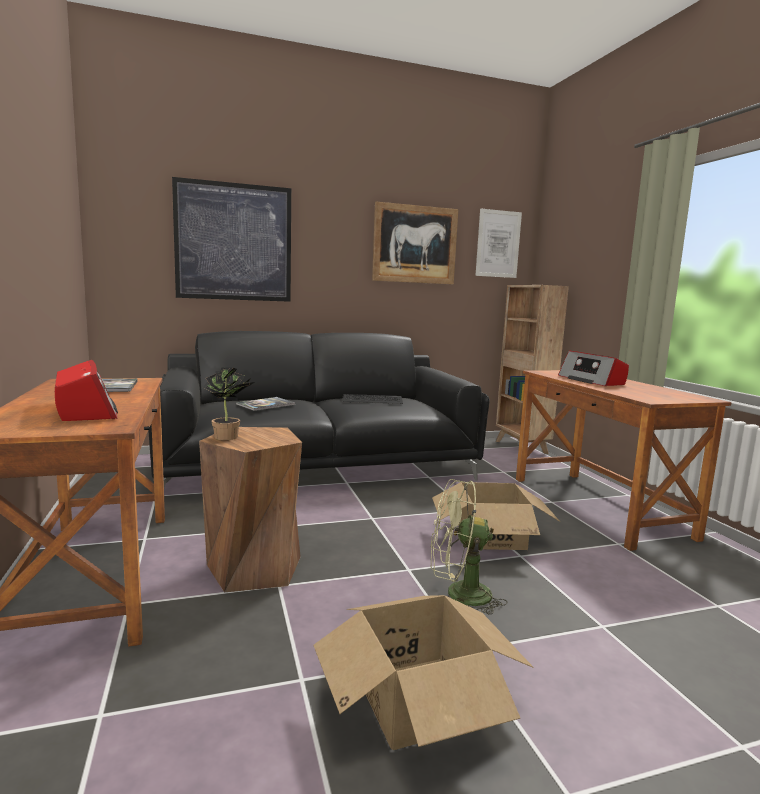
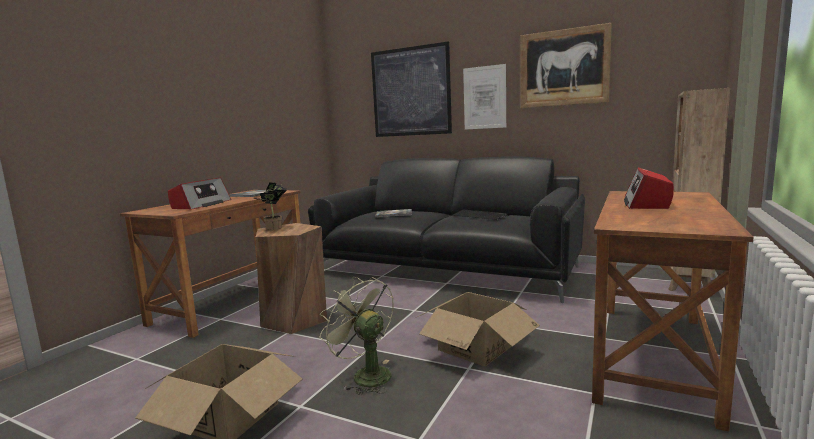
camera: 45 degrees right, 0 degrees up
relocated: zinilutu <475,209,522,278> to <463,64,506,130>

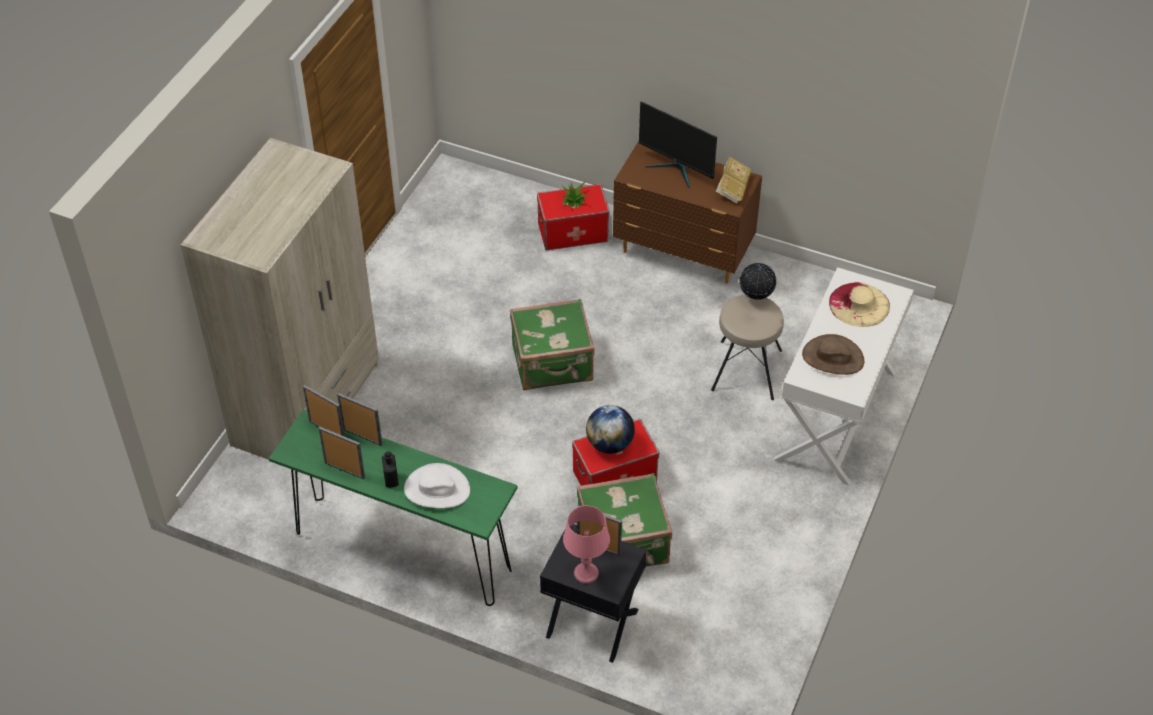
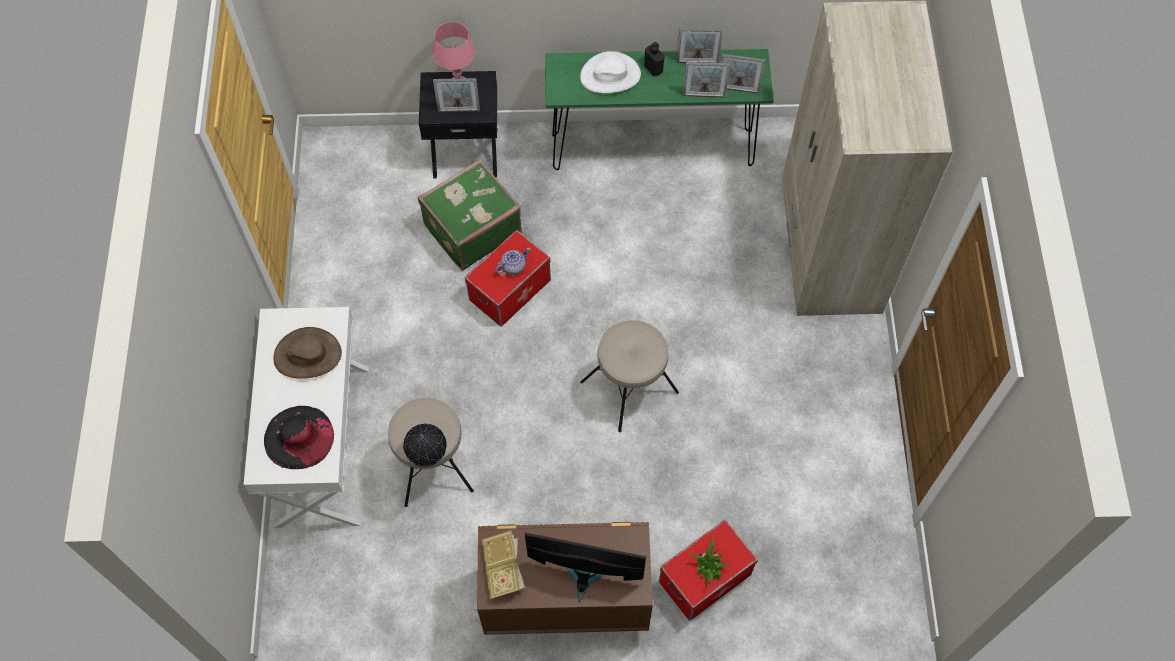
camera: 155 degrees right, 15 degrees up
exchanged: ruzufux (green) <510,299,595,390> to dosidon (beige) <580,320,679,432>; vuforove <586,405,635,454> to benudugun <495,248,530,275>
colour: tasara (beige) <829,282,890,327> to tasara (black) <264,406,334,469>

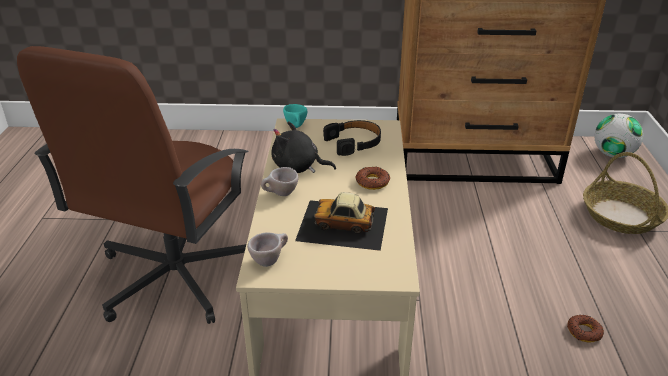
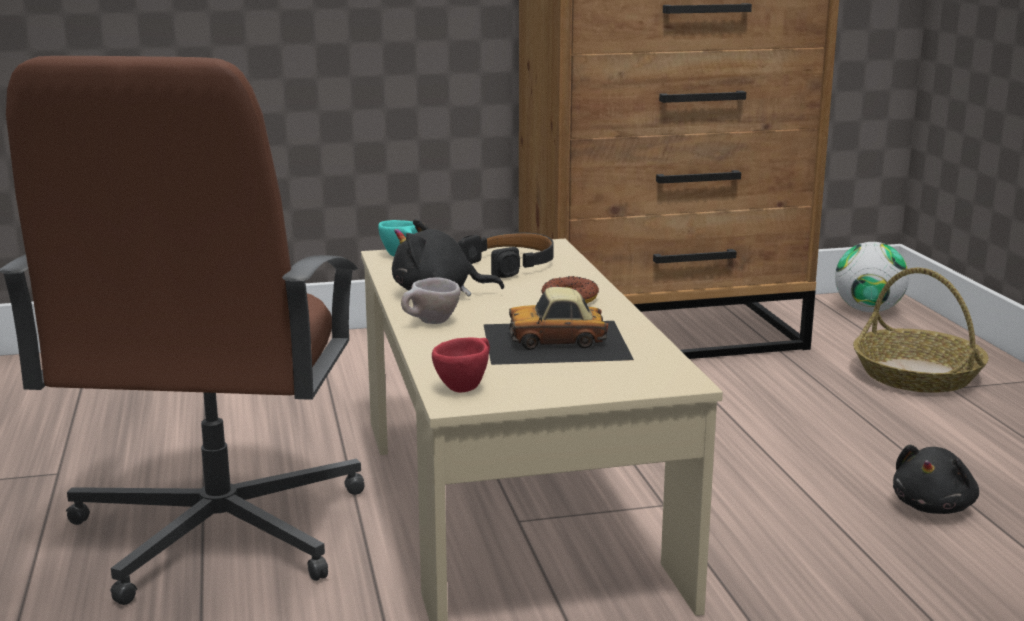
camera: 15 degrees left, 15 degrees down
exchanged: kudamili <567,315,604,342> to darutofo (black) <893,445,979,514>
colour: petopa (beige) <247,232,288,267> to petopa (red) <432,338,490,392>

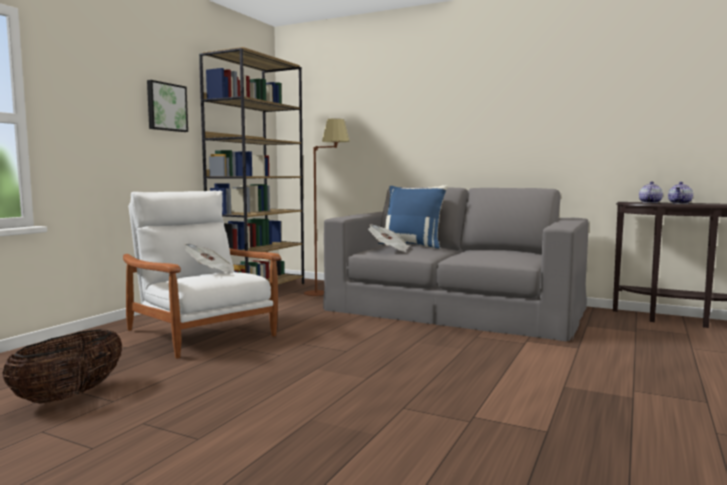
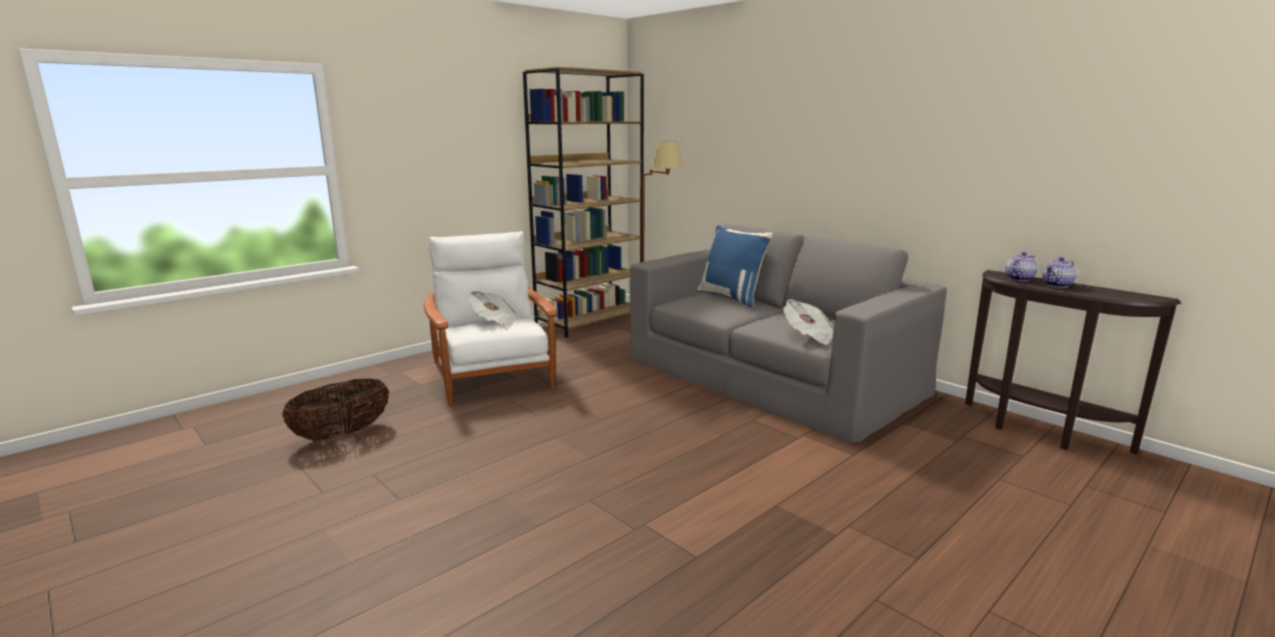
camera: 20 degrees right, 10 degrees up
missing: zinilutu <147,80,188,132>
relocated: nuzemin <368,224,409,252> to <783,300,834,345>

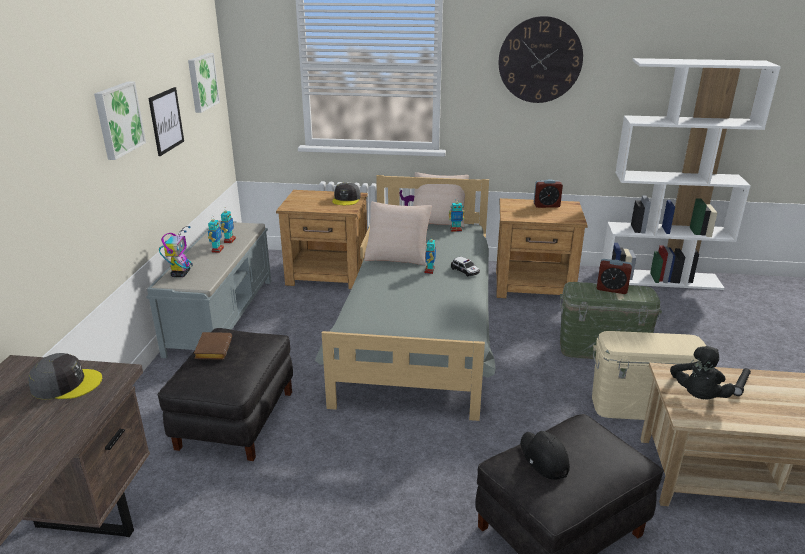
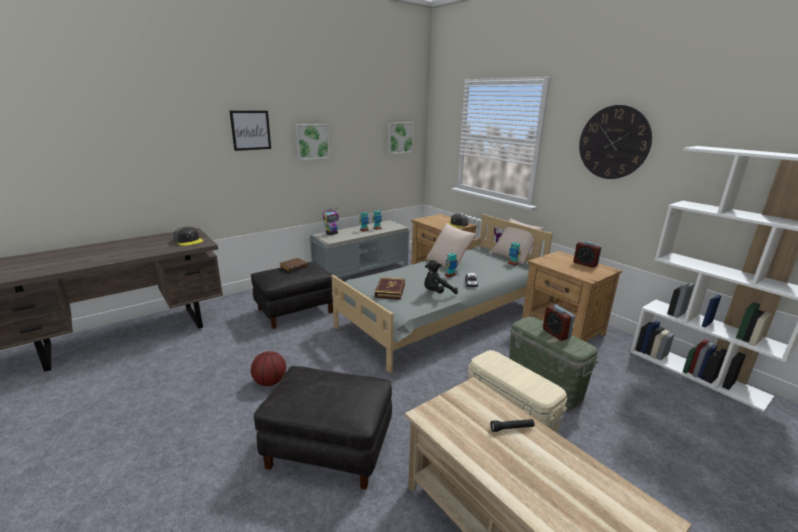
camera: 45 degrees right, 5 degrees down
missing: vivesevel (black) <520,431,570,480>
appeared: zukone <251,351,286,386>; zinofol <375,277,405,300>
relocated: zinilutu <148,87,184,156> to <230,111,271,151>; darutofo (black) <670,346,735,400> to <424,260,458,294>

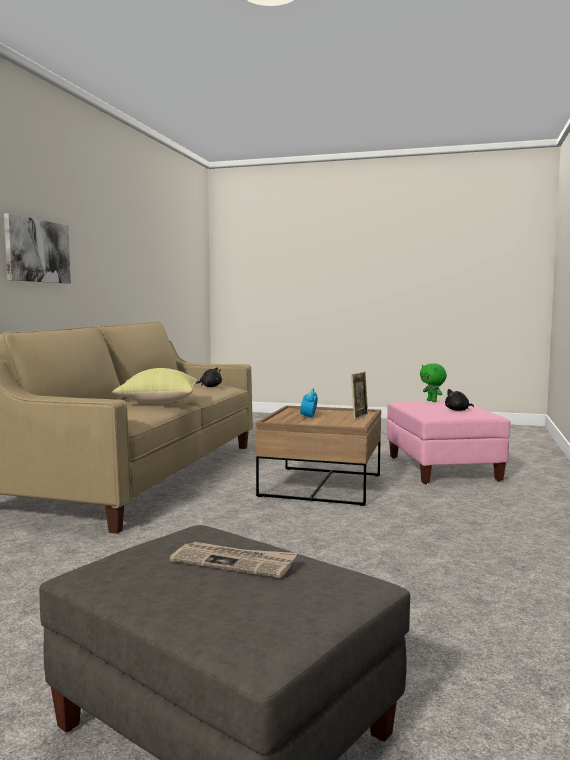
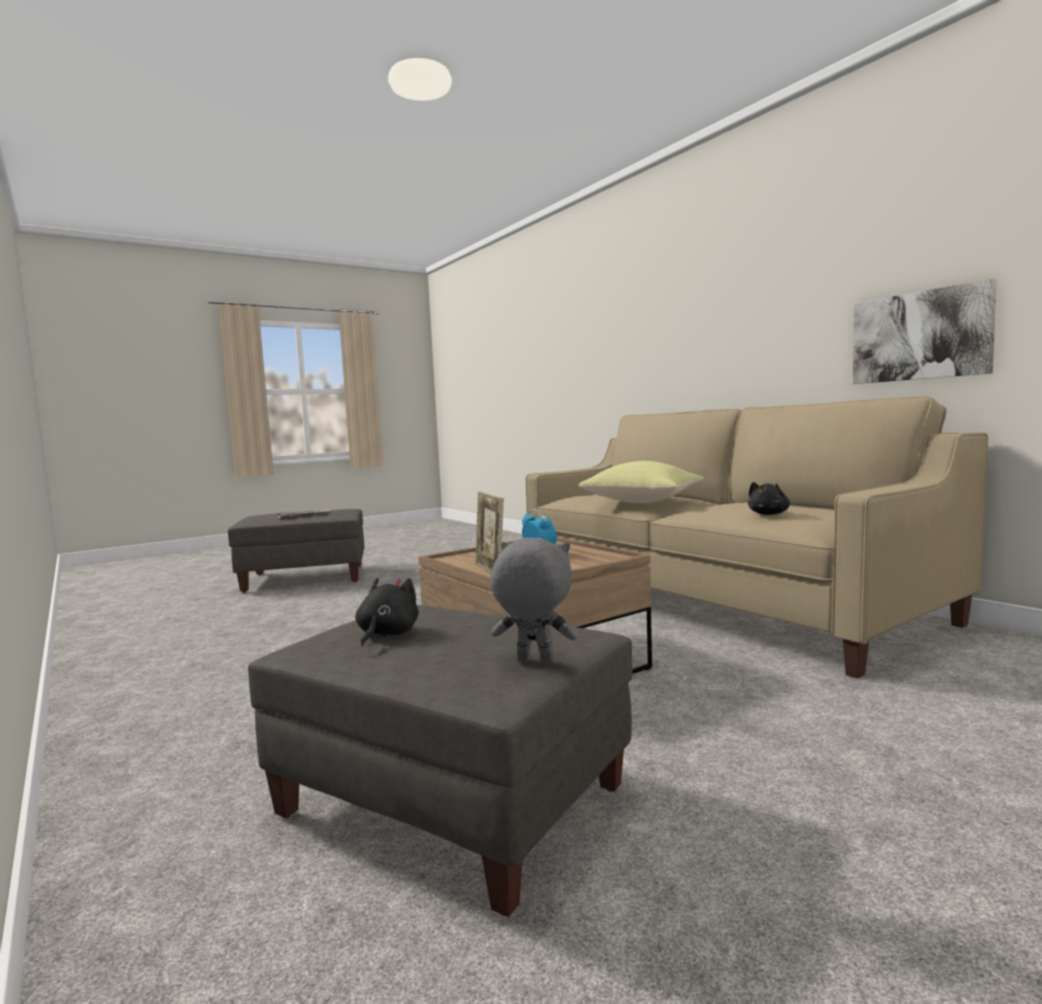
camera: 130 degrees right, 0 degrees up
relocated: zinilutu <4,213,71,284> to <853,278,997,384>
colour: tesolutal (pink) <387,401,510,484> to tesolutal (grey) <248,605,633,917>; darutofo (green) <420,363,447,402> to darutofo (grey) <490,538,578,664>

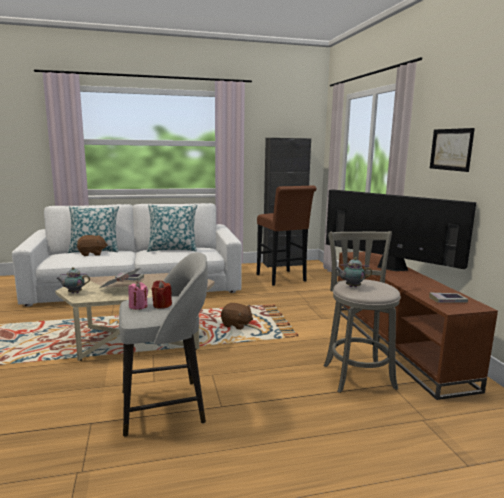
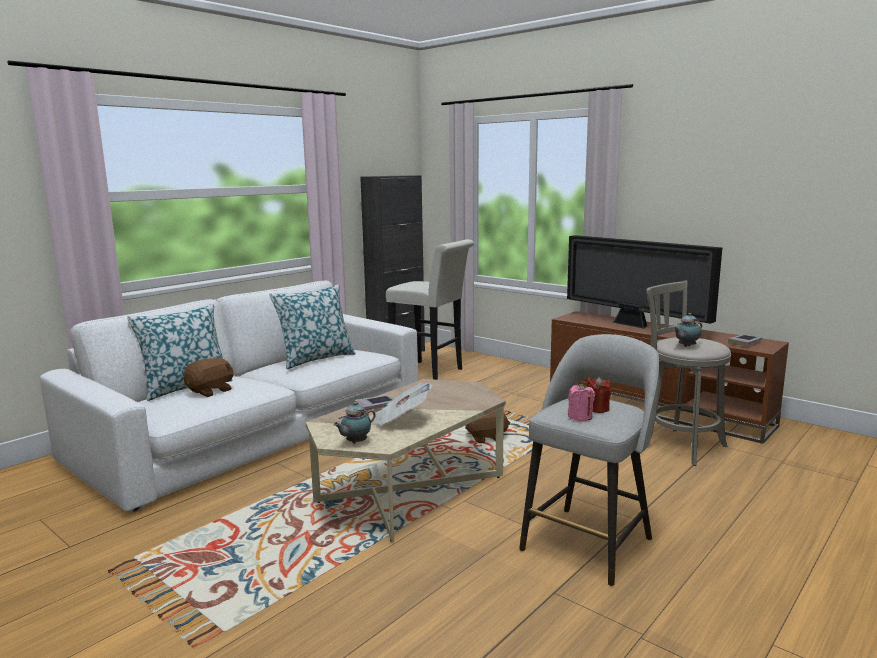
camera: 35 degrees left, 0 degrees up
missing: zinilutu <430,128,475,172>
colour: dosidon (brown) <257,186,317,286> to dosidon (white) <386,239,474,380>
spun: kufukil <326,190,476,271> = <567,235,722,329> 135 degrees counterclockwise

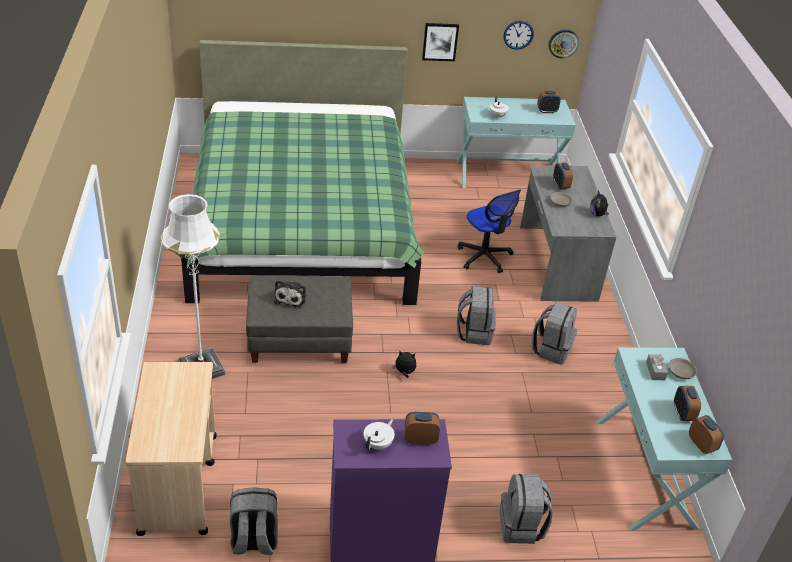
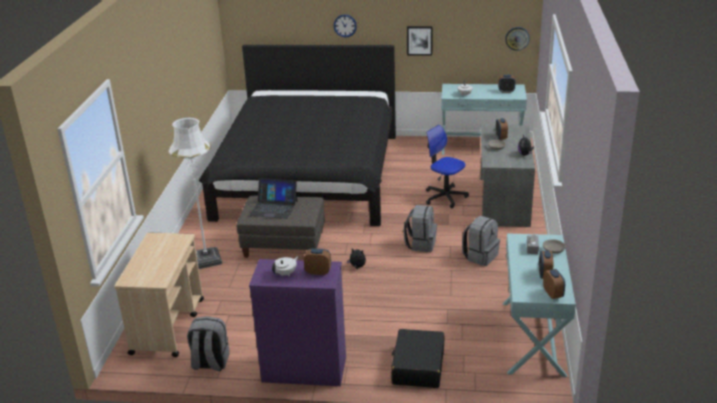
camera: 15 degrees right, 10 degrees down
relocated: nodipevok <503,21,534,50> to <334,14,357,37>
exchanged: darutofo <274,280,306,308> to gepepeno <250,178,297,219>; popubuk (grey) <500,474,553,544> to ruzufux (black) <391,329,444,388>
colour: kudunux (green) <175,40,424,305> to kudunux (black) <199,45,396,226>
spun: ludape <458,190,521,273> = <426,125,469,208> 150 degrees clockwise

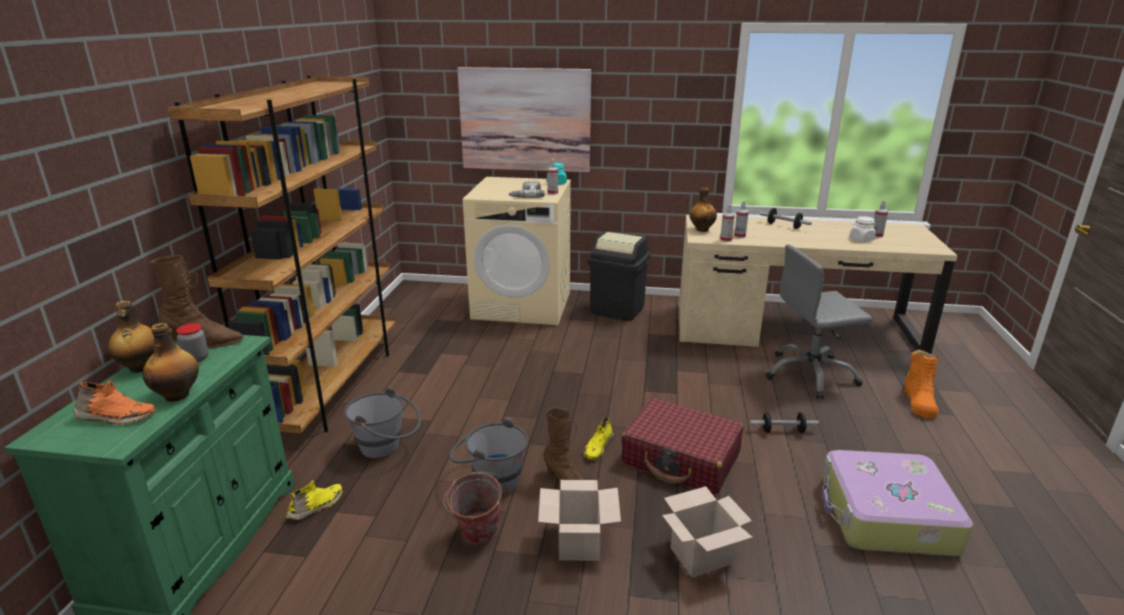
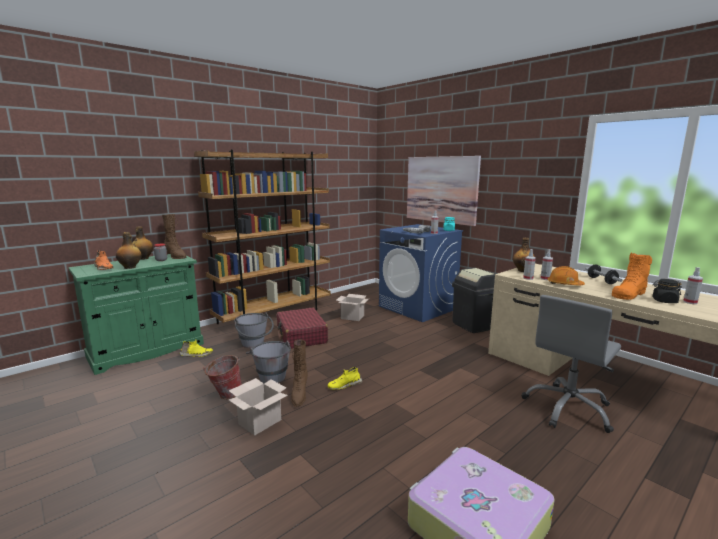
camera: 40 degrees right, 10 degrees down
missing: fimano <750,412,819,433>
appeared: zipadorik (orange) <547,266,585,285>
relocated: ruzufux (red) <621,398,743,495> to <276,308,328,349>; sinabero <662,486,753,577> to <336,294,369,321>; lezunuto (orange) <904,349,939,418> to <612,253,652,300>
colour: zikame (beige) <463,177,571,325> to zikame (blue) <379,224,463,322>; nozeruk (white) <850,216,876,242> to nozeruk (black) <652,279,682,303>
spun: ludape (grey) <765,244,872,399> = <522,295,621,433> 75 degrees counterclockwise

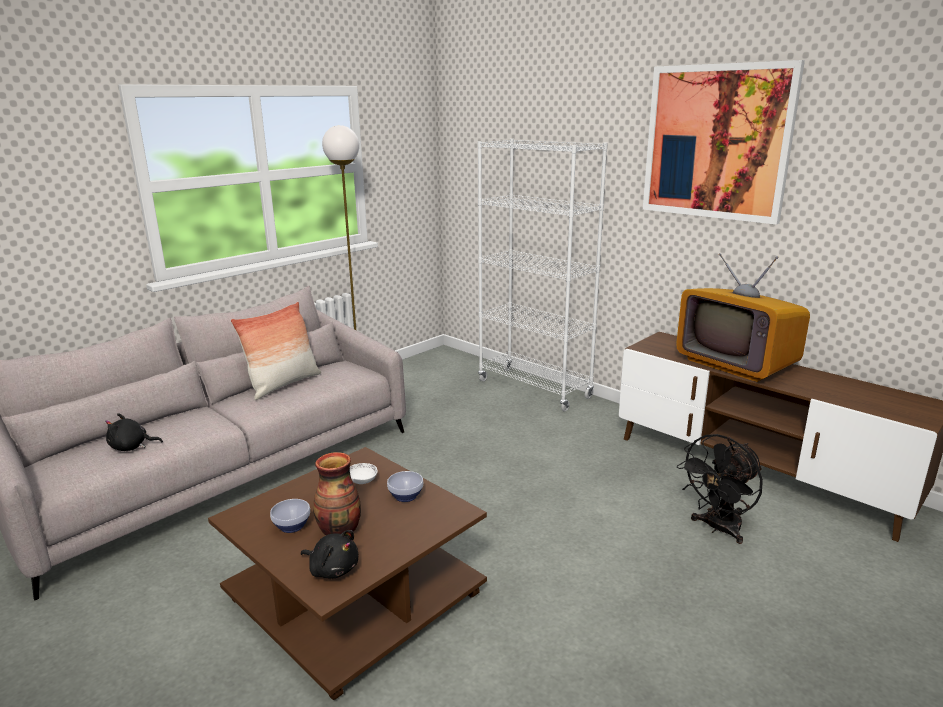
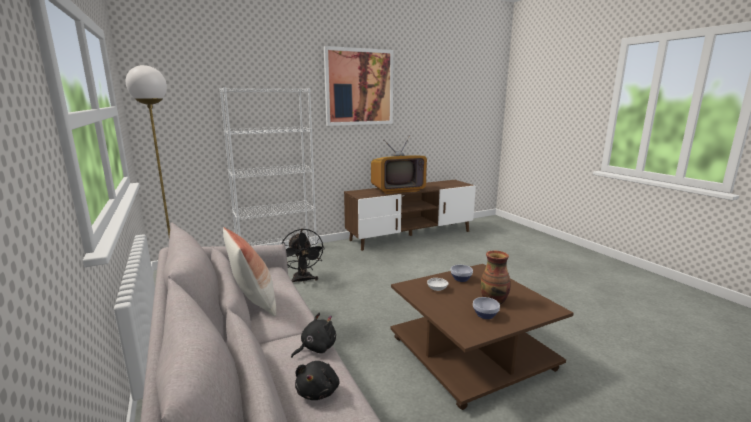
camera: 70 degrees left, 5 degrees down
relocated: darutofo (black) <301,530,358,579> to <291,312,336,358>; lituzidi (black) <677,434,763,544> to <282,229,325,282>

